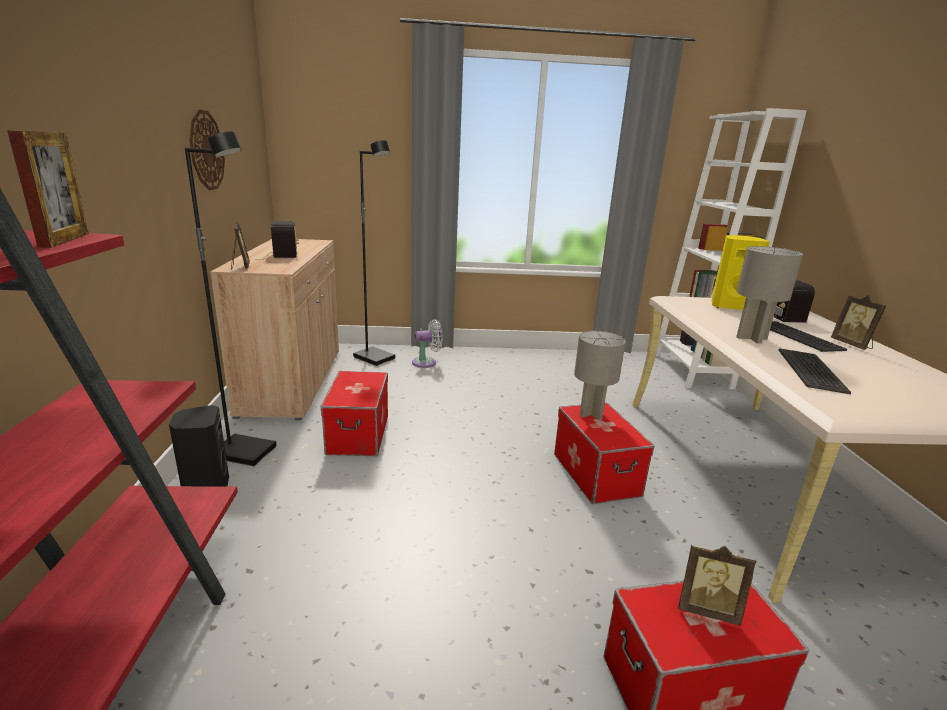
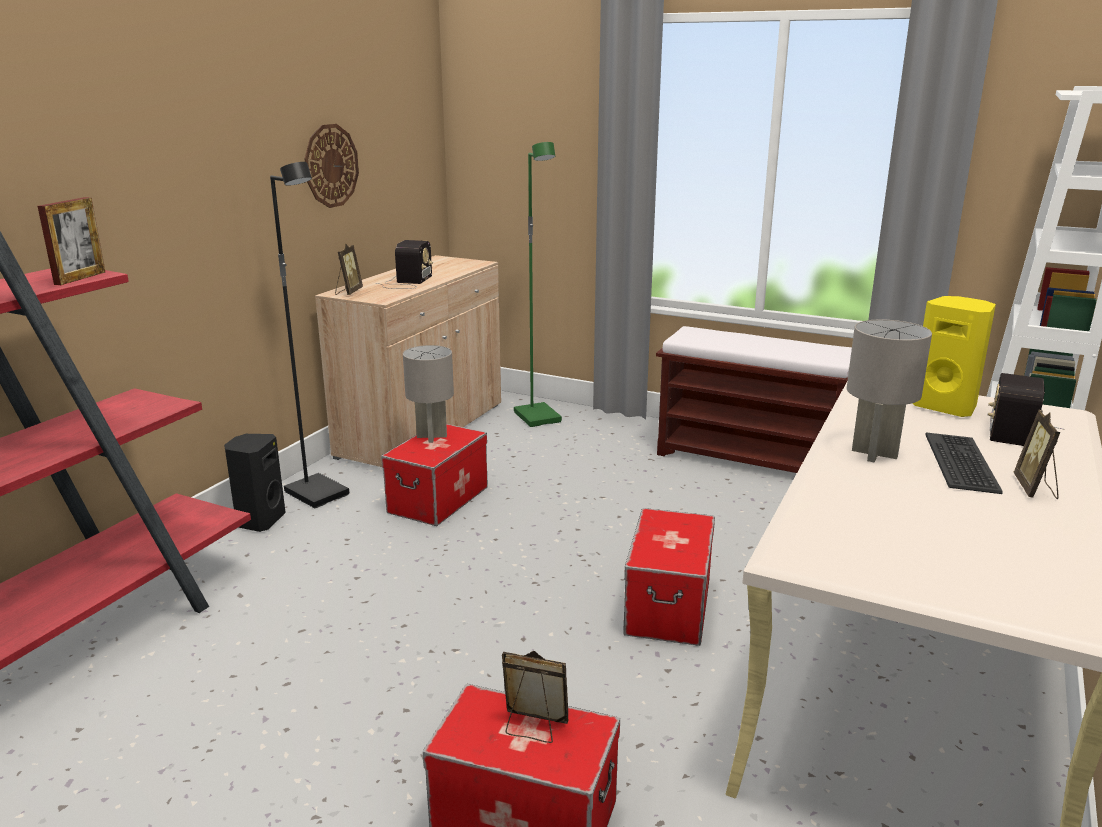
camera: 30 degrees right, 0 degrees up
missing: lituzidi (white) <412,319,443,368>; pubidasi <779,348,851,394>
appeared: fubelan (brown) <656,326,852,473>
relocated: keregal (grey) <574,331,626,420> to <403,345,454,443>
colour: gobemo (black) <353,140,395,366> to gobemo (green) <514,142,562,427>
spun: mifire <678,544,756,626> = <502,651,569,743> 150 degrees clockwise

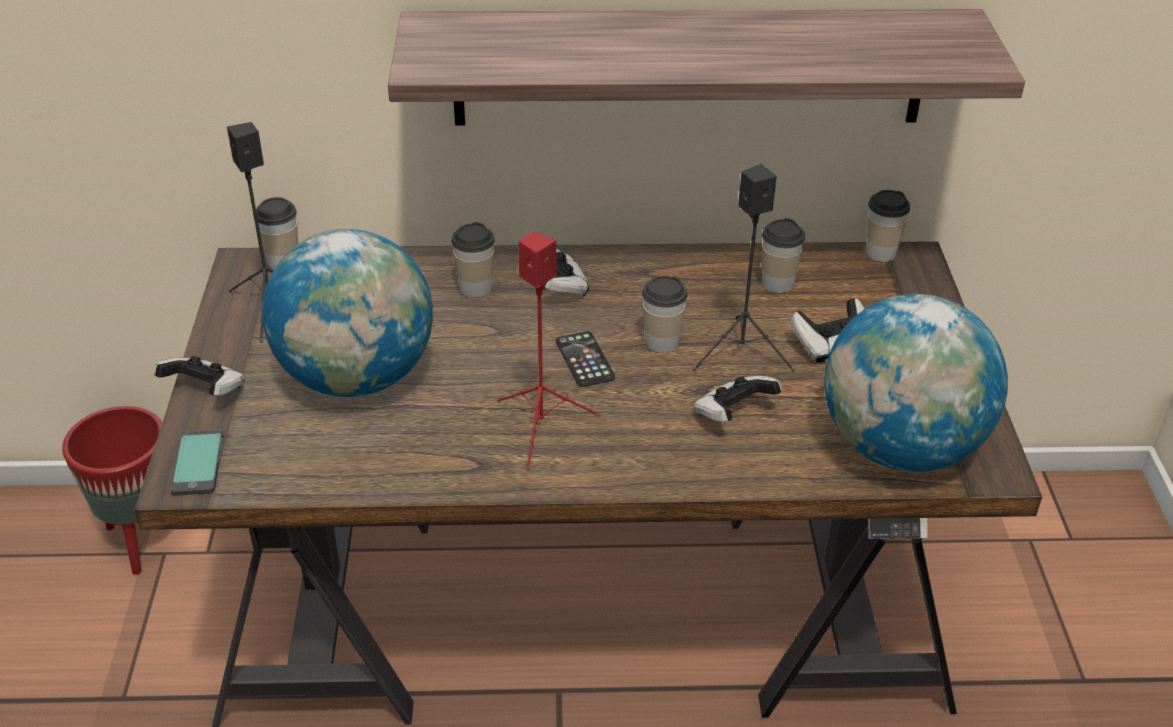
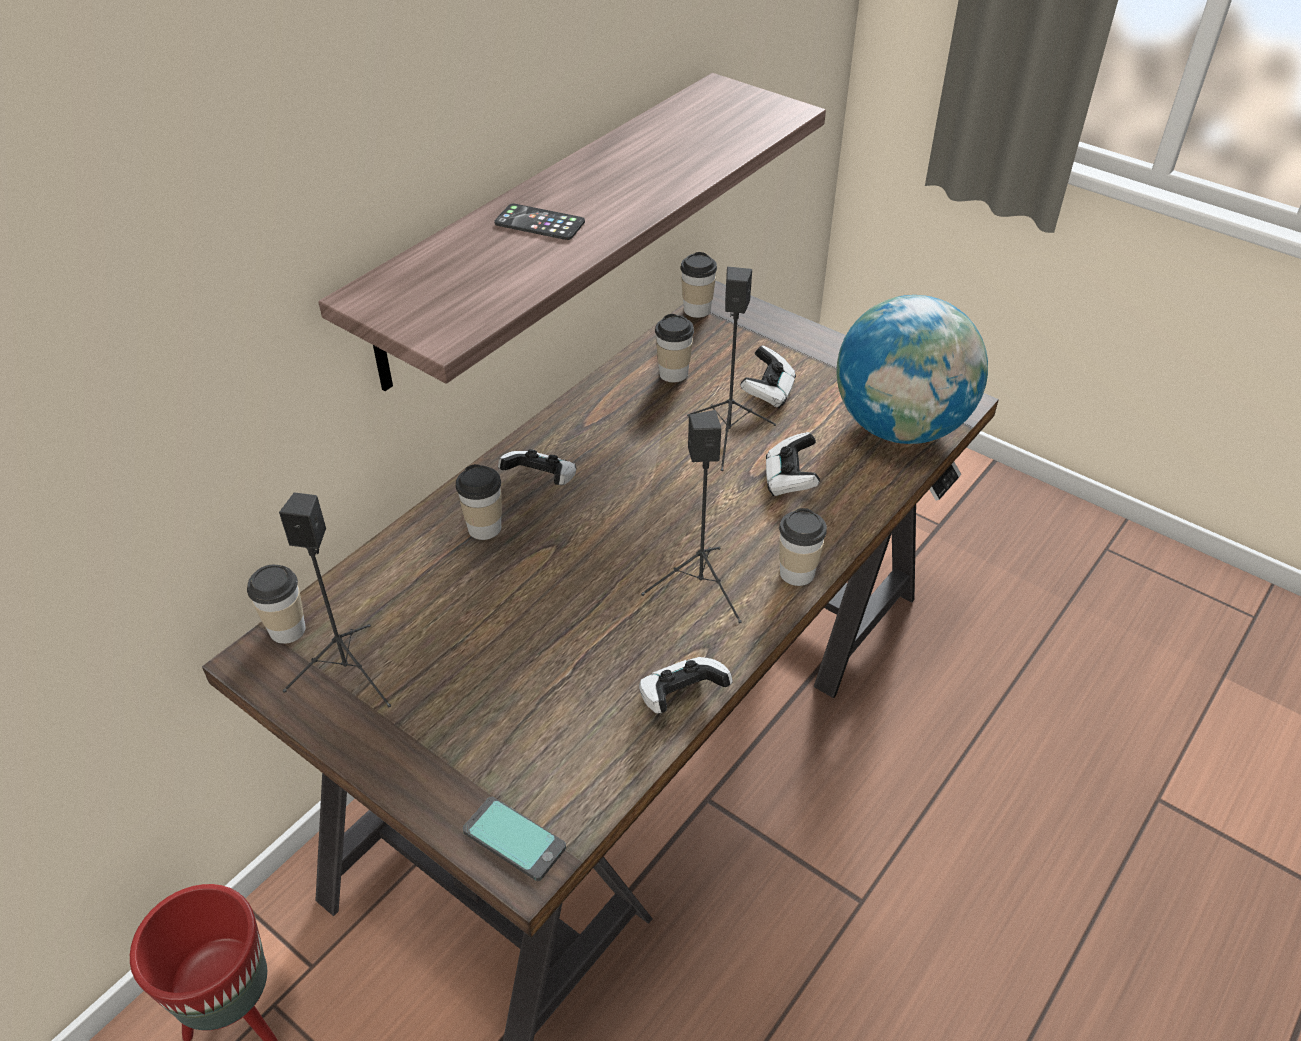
camera: 50 degrees left, 5 degrees up
missing: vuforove <262,229,433,397>
relocated: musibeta <154,356,245,396> to <639,657,732,713>; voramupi <556,331,615,387> to <494,204,585,240>; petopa <642,276,687,353> to <779,508,827,586>
colour: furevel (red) <497,231,600,470> to furevel (black) <641,410,741,623>

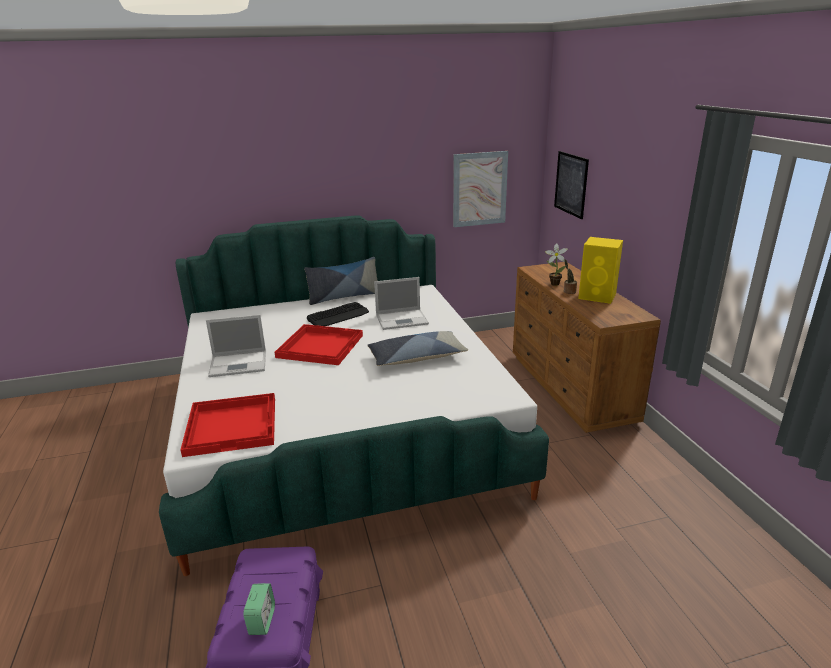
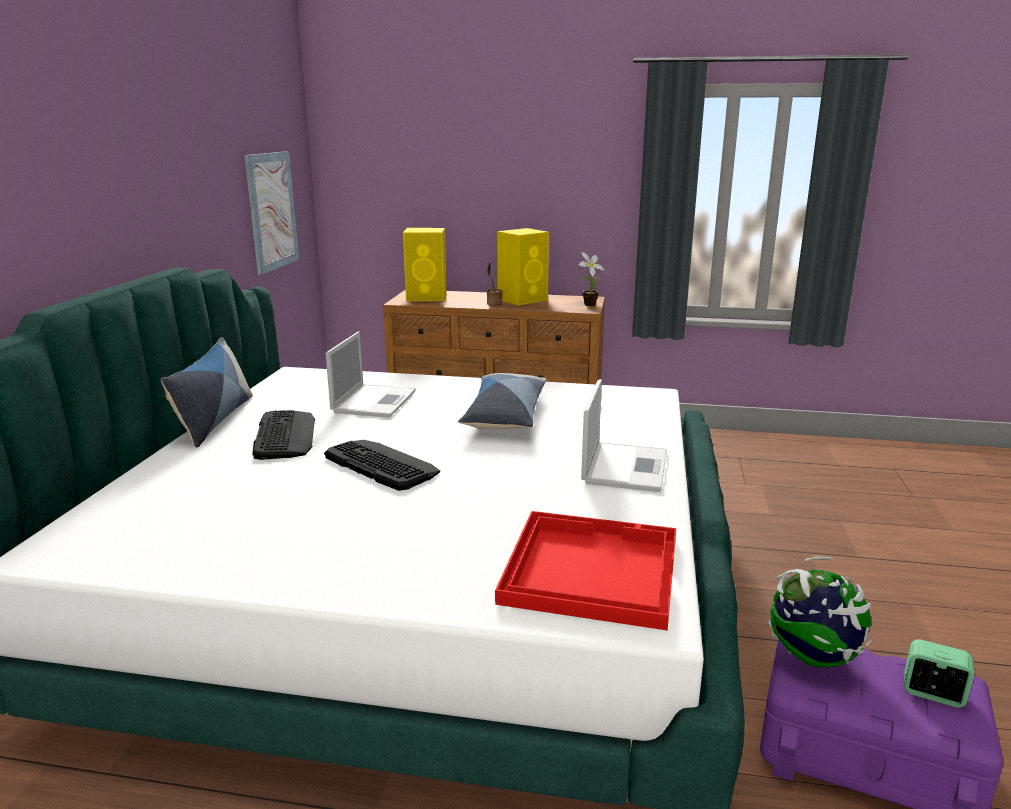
camera: 65 degrees left, 5 degrees down
missing: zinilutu <554,151,589,219>
appeared: furevel (yellow) <403,228,447,301>; vuforove <768,557,872,668>
relocated: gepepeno <206,315,266,377> to <581,379,667,492>; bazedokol <545,243,568,286> to <578,252,605,306>
exchanged: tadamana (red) <274,324,363,365> to pubidasi <324,440,440,491>

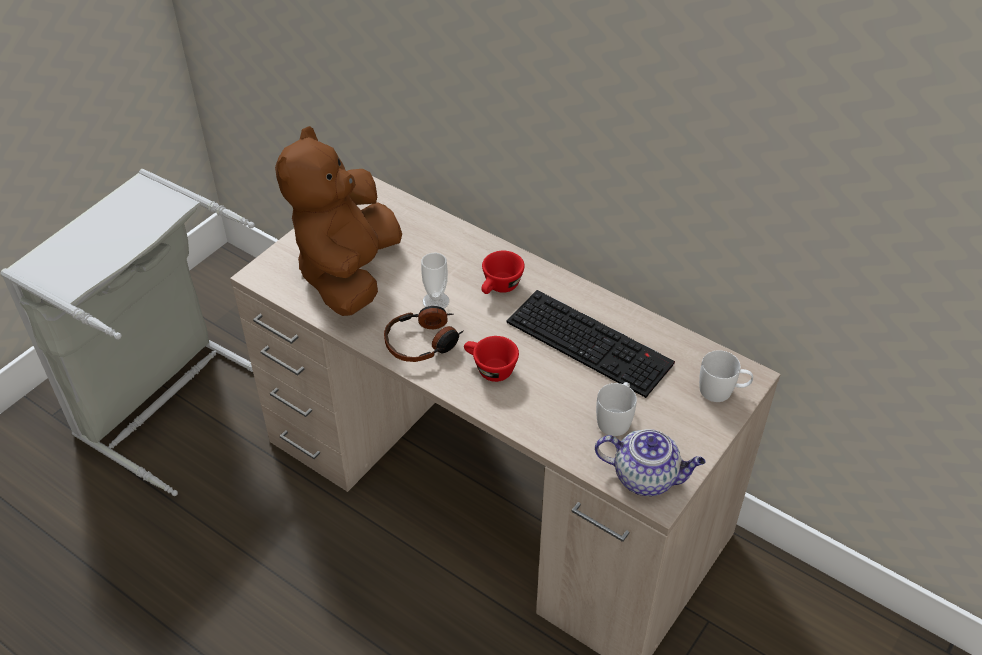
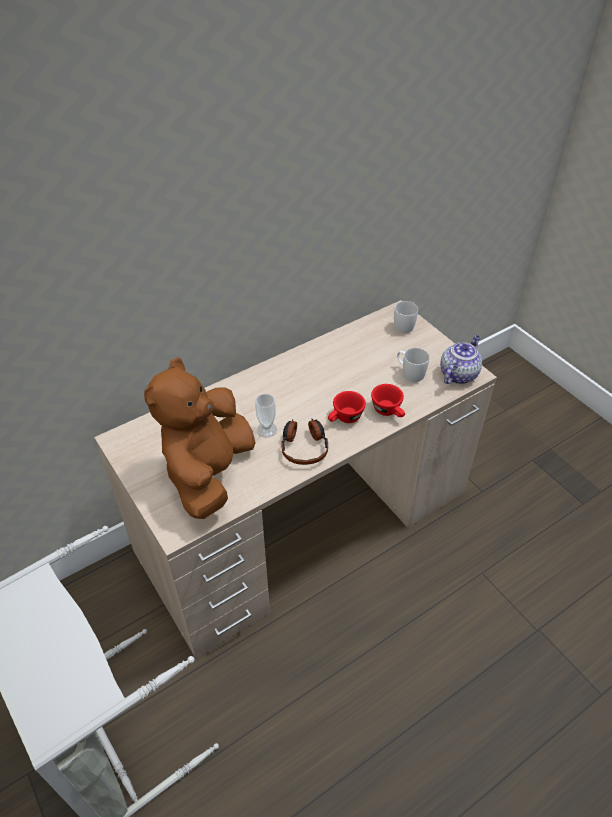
camera: 70 degrees left, 0 degrees up
missing: pubidasi <507,290,675,398>
relocated: petopa (red) <481,251,525,294> to <371,384,405,417>
spun: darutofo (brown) <275,126,402,316> = <144,357,256,519> 75 degrees clockwise

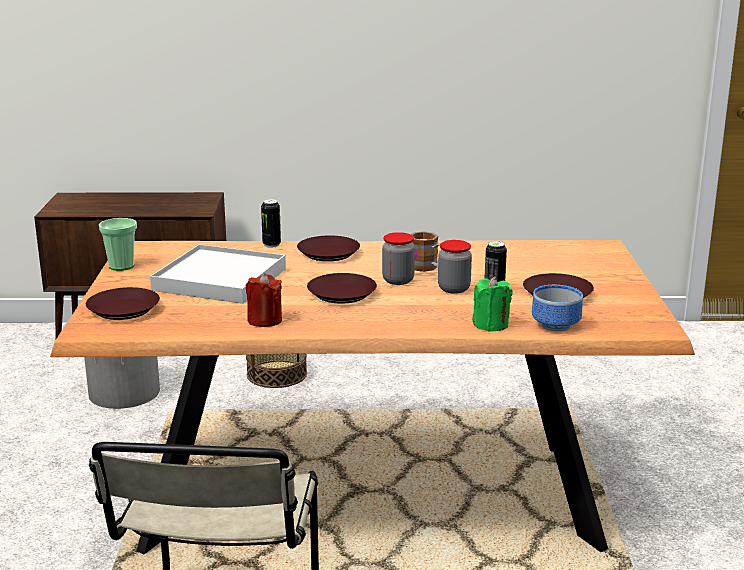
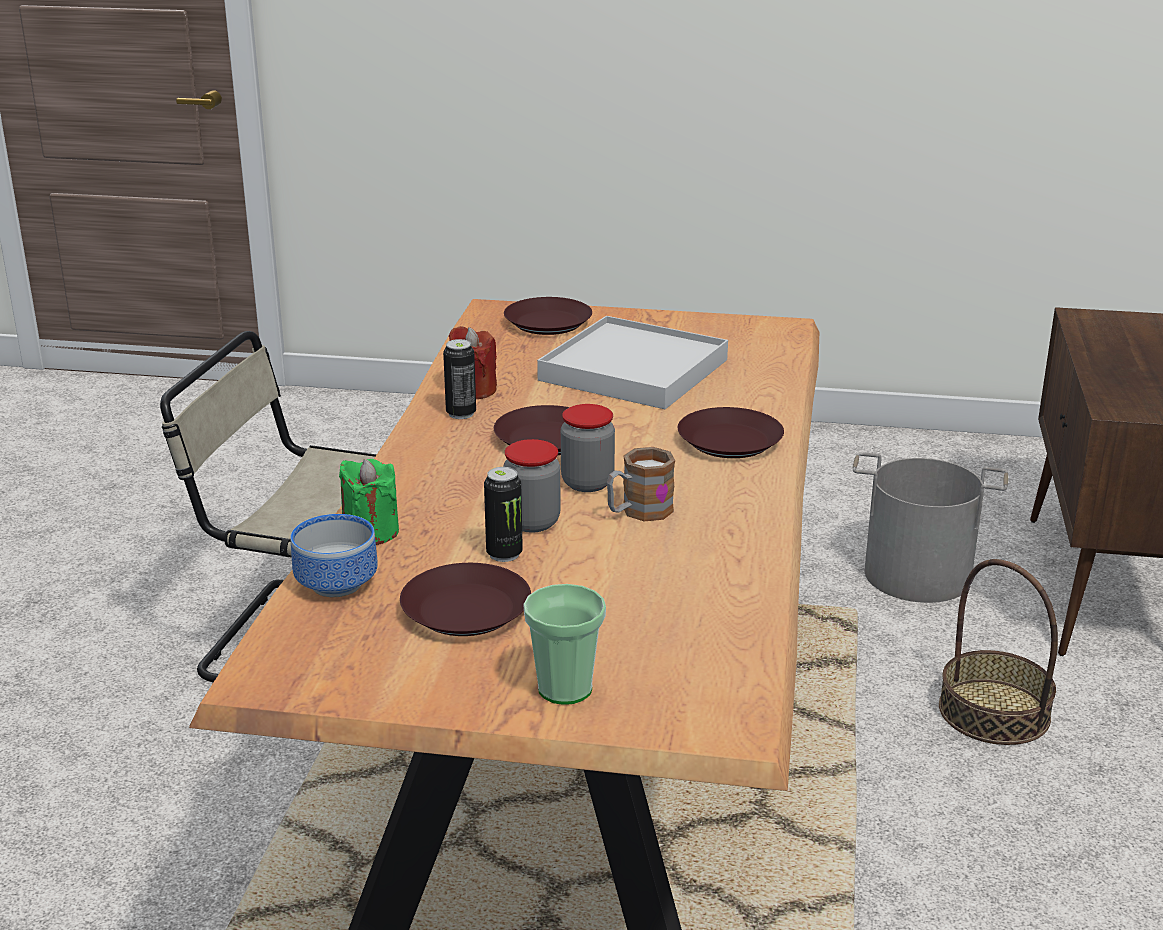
camera: 100 degrees right, 5 degrees up
relocated: petopa <99,218,137,271> to <523,584,606,705>; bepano <261,199,281,248> to <443,339,476,419>

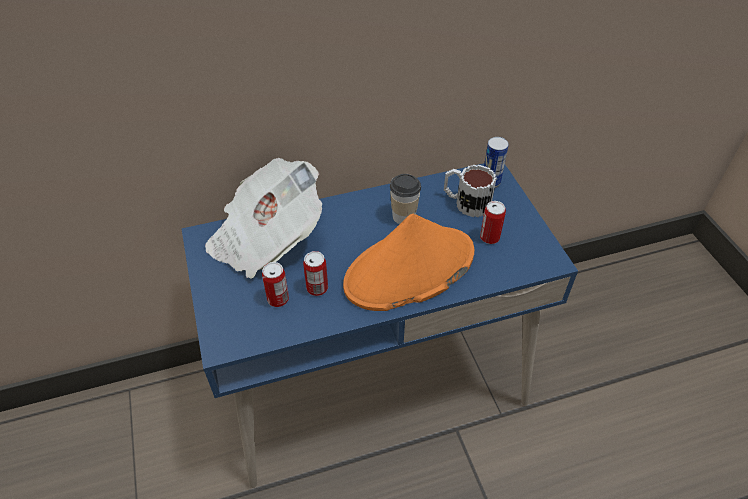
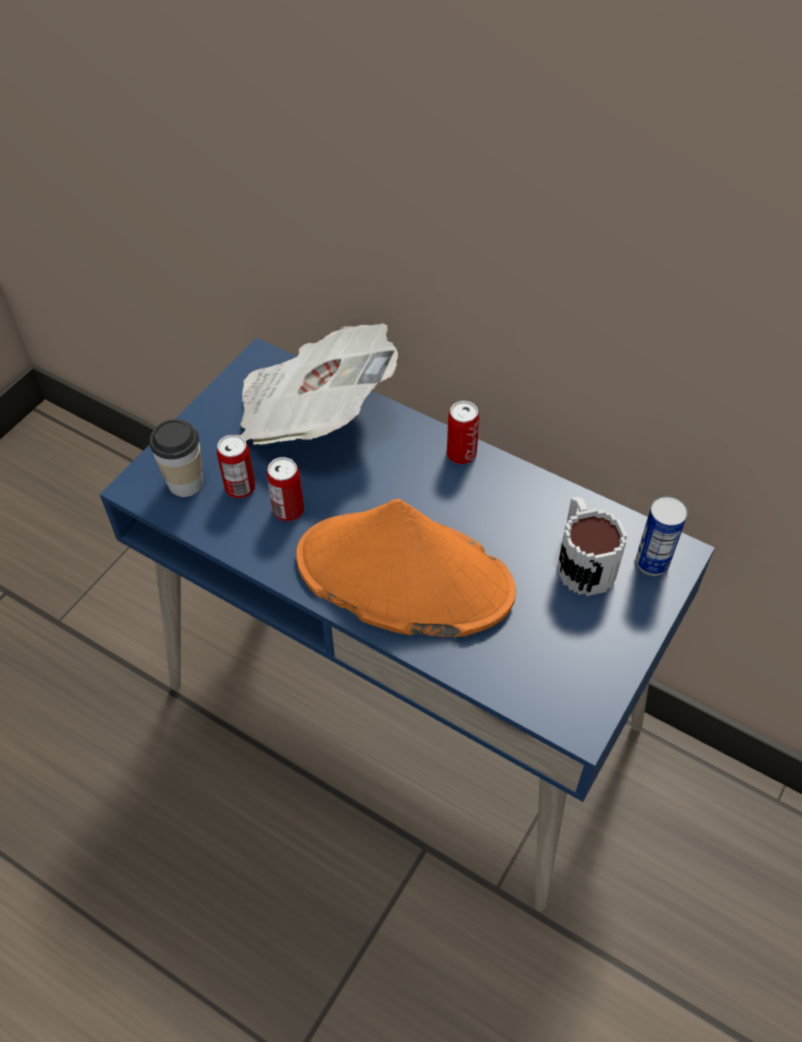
camera: 50 degrees right, 5 degrees up
relocated: petopa <390,174,421,224> to <149,419,203,497>; bepano <480,201,506,244> to <447,401,479,464>

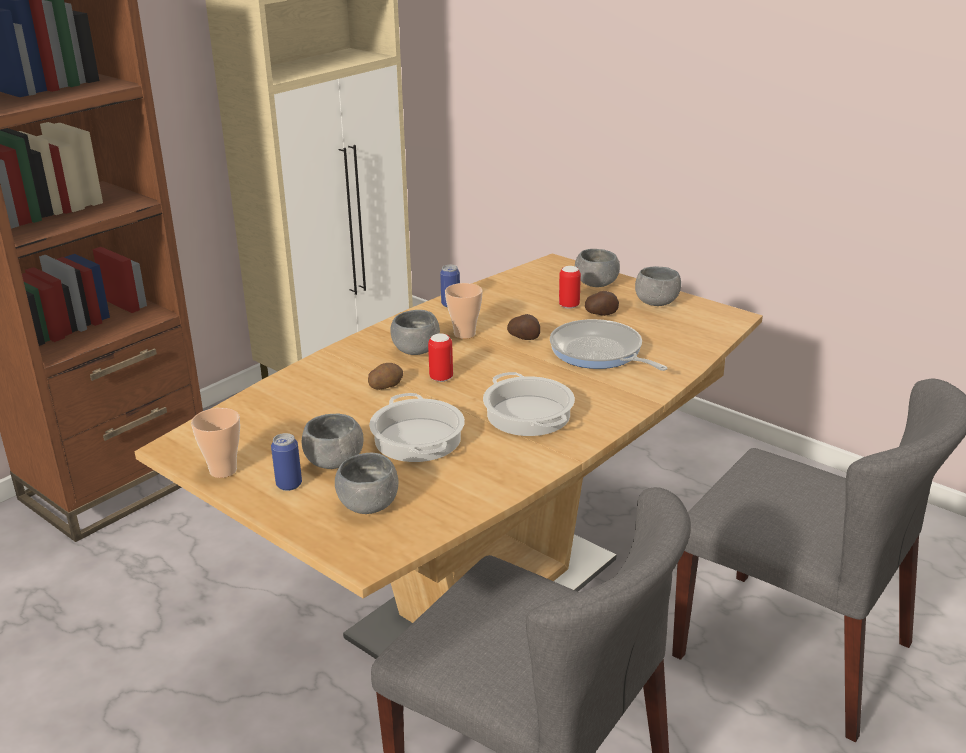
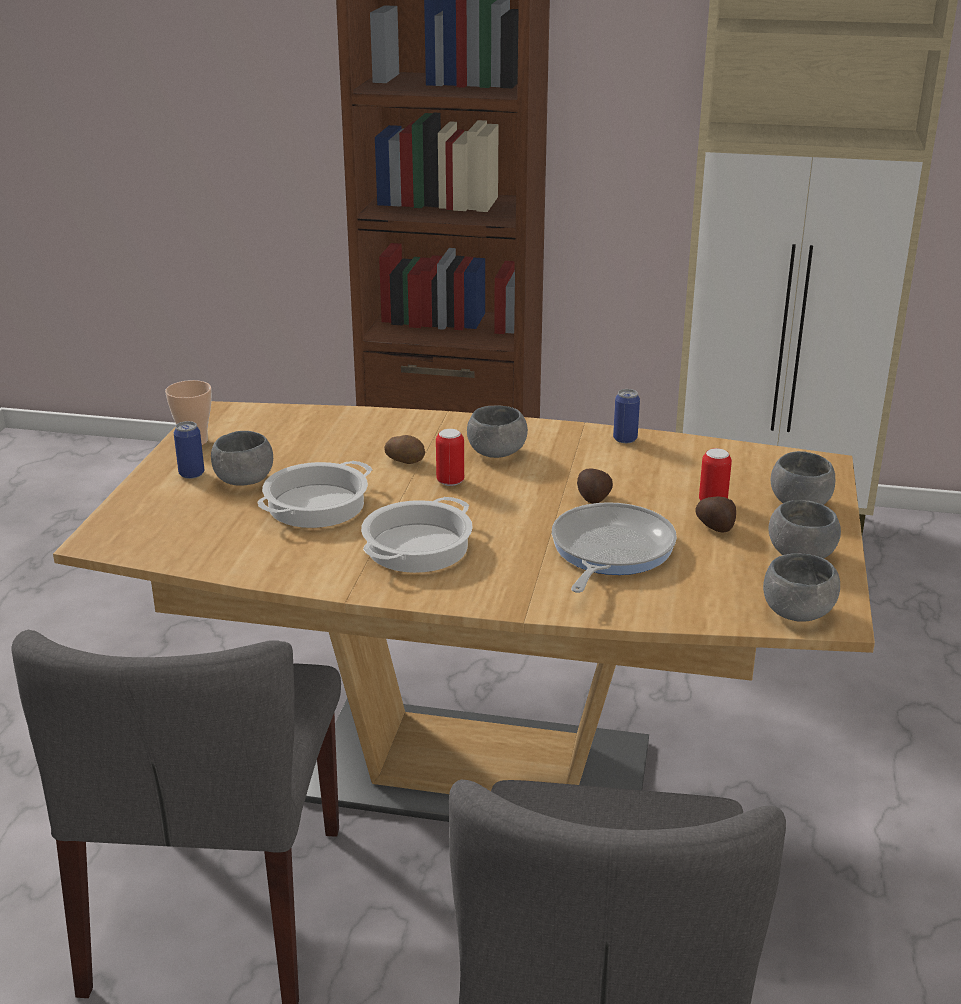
camera: 60 degrees right, 0 degrees up
missing: petopa <445,283,483,339>
relocated: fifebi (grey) <335,453,398,514> to <763,553,840,622>

